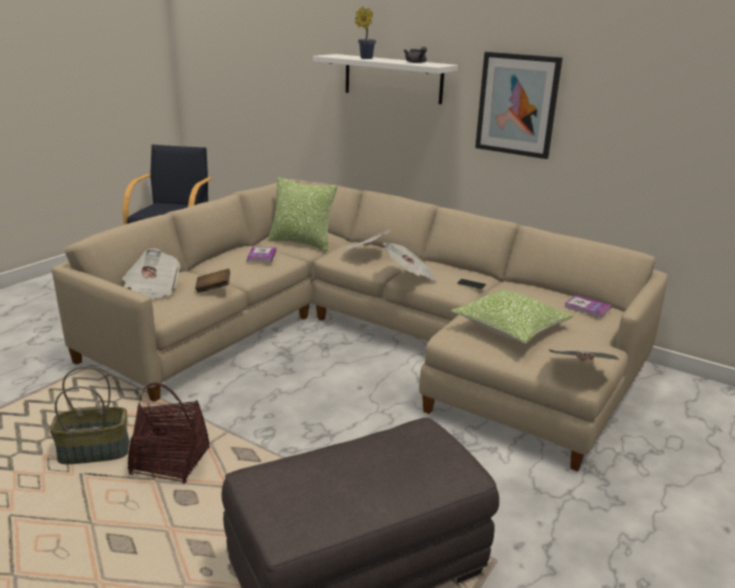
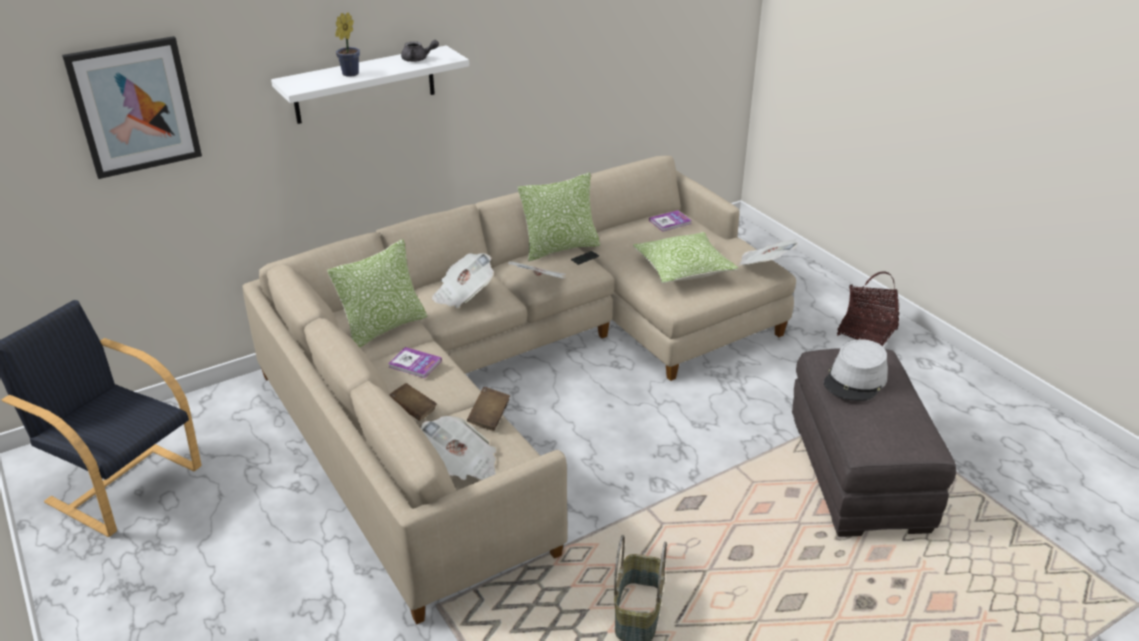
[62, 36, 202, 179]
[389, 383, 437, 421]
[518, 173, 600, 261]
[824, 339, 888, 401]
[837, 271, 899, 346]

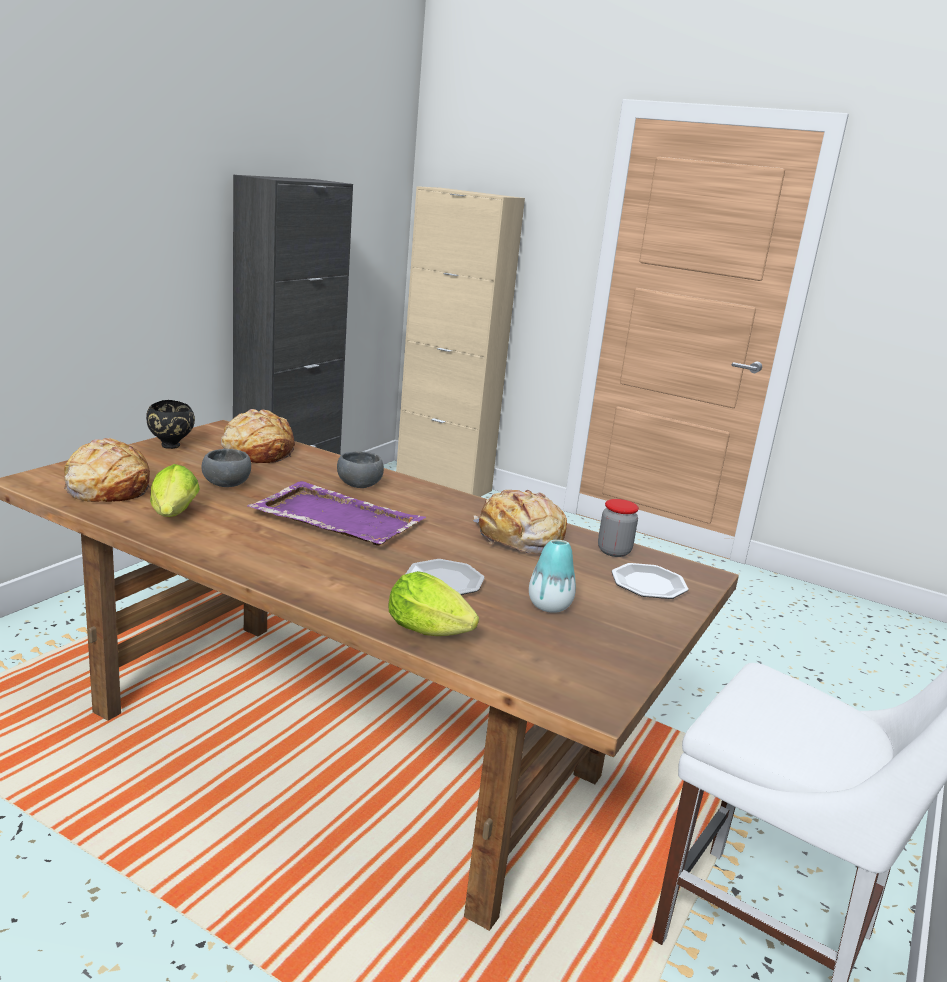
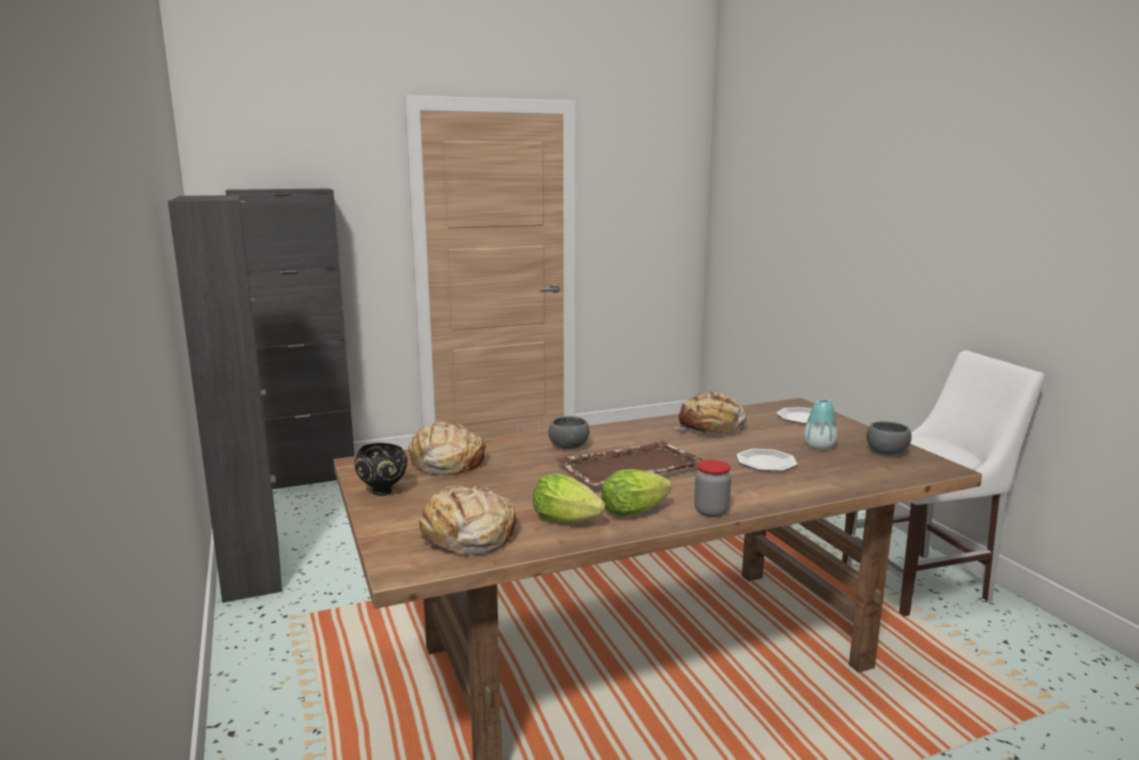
[226, 188, 355, 489]
[556, 441, 704, 486]
[602, 469, 672, 516]
[694, 460, 731, 517]
[866, 421, 912, 455]

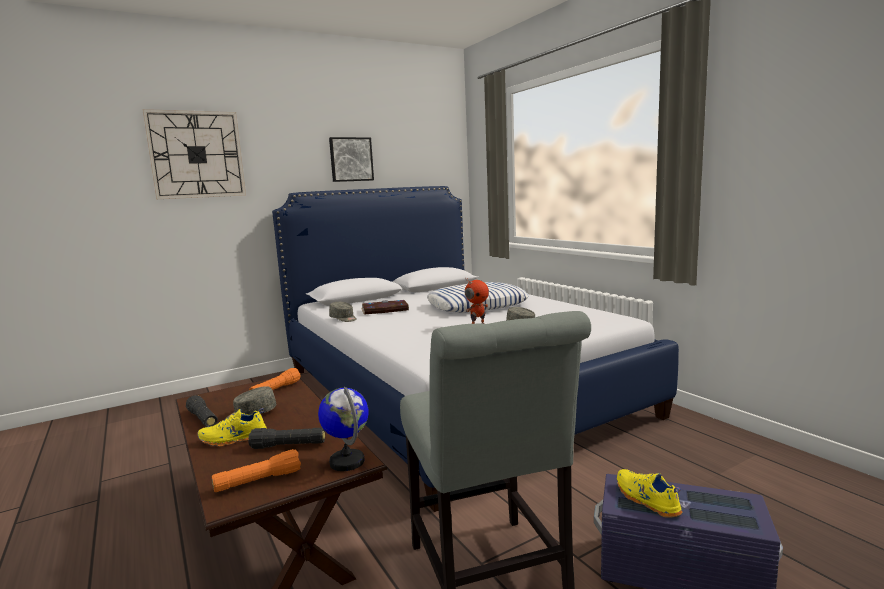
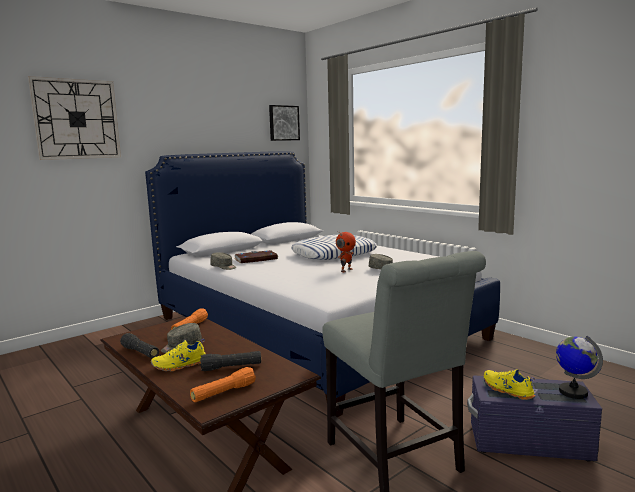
[269, 105, 300, 141]
[556, 336, 603, 399]

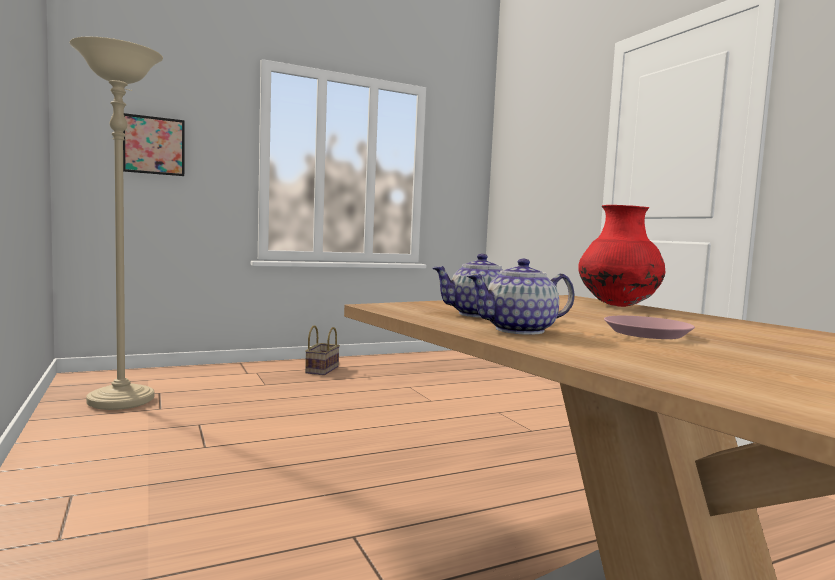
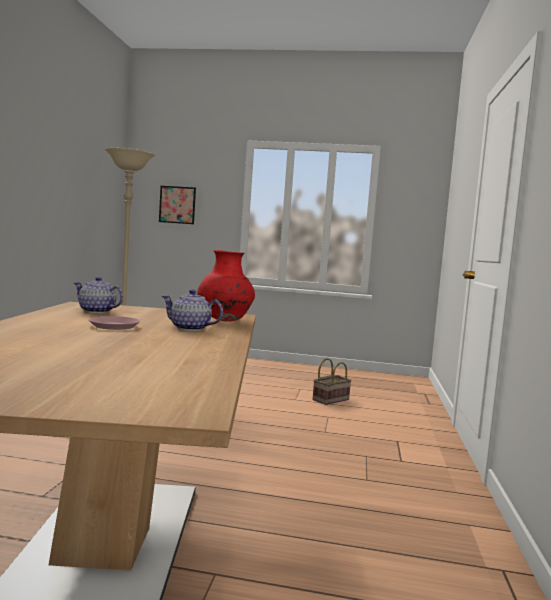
[162, 289, 223, 331]
[312, 358, 351, 405]

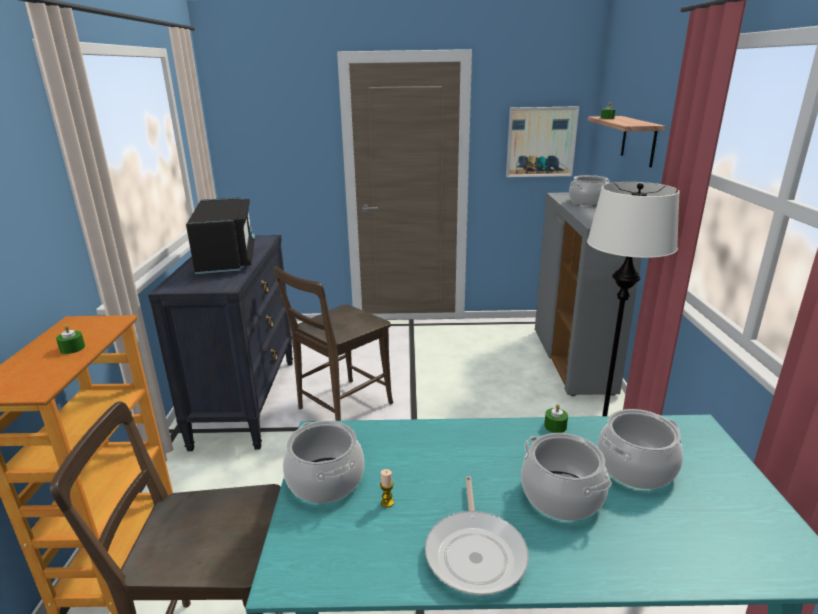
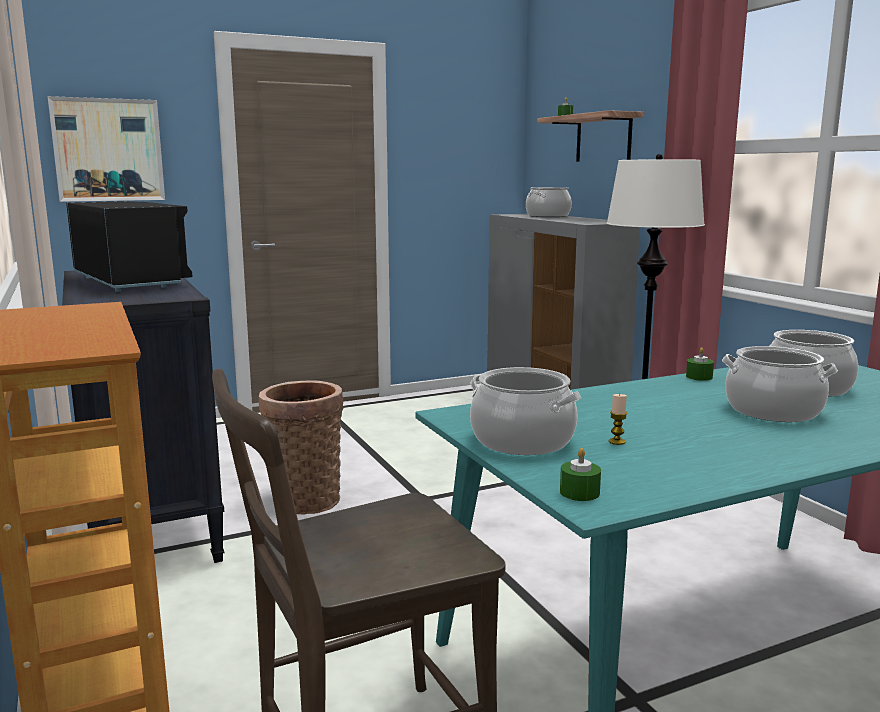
[48, 96, 165, 202]
[259, 380, 343, 514]
[560, 448, 601, 501]
[425, 476, 529, 595] (first image)

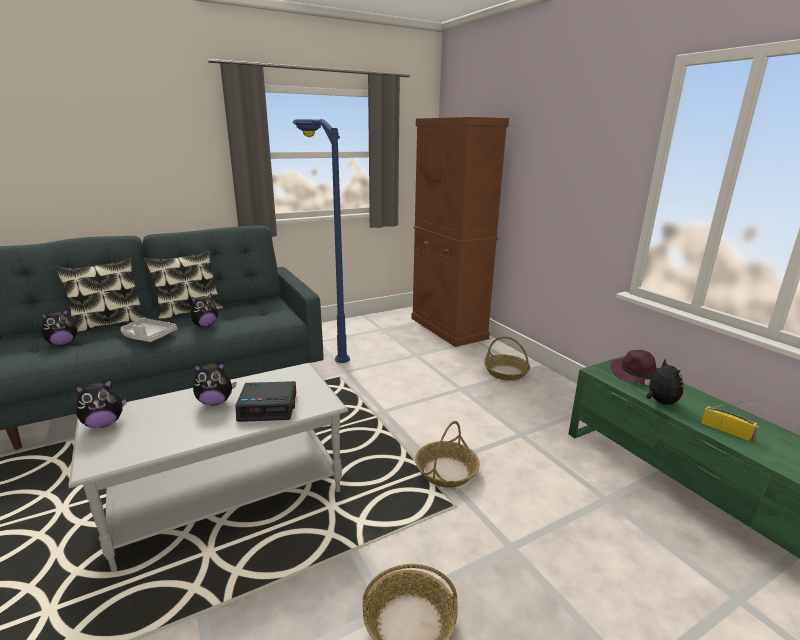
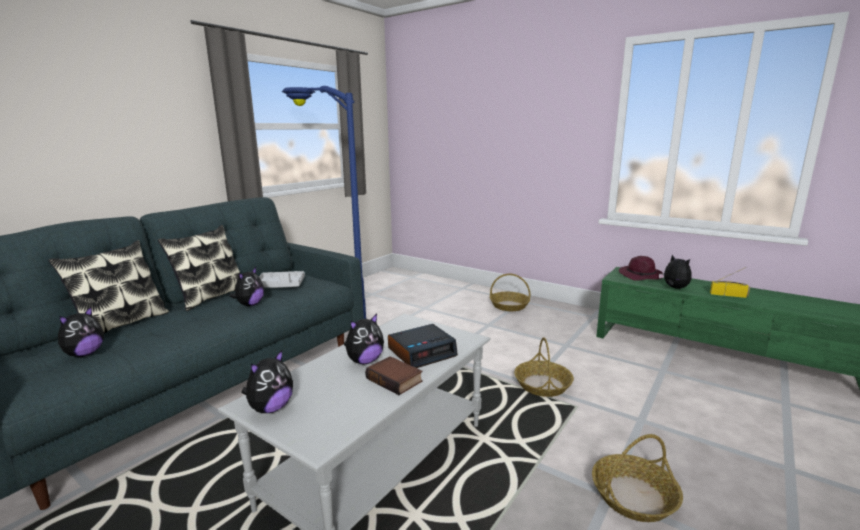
[259, 271, 305, 288]
[365, 356, 423, 395]
[411, 117, 509, 347] (first image)

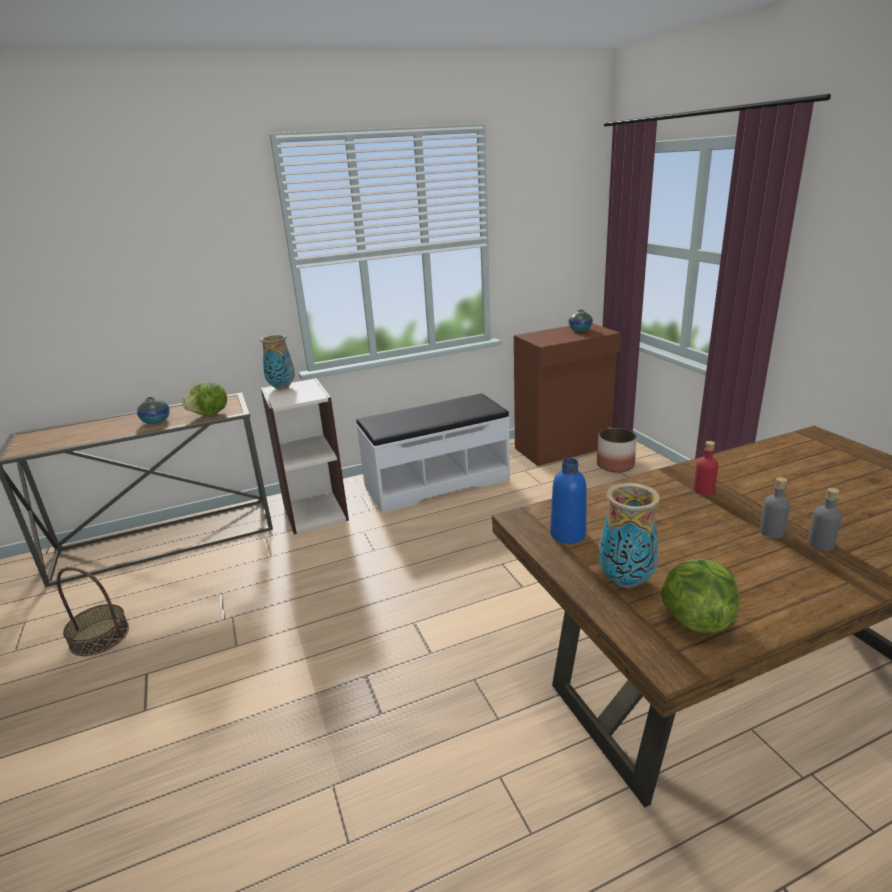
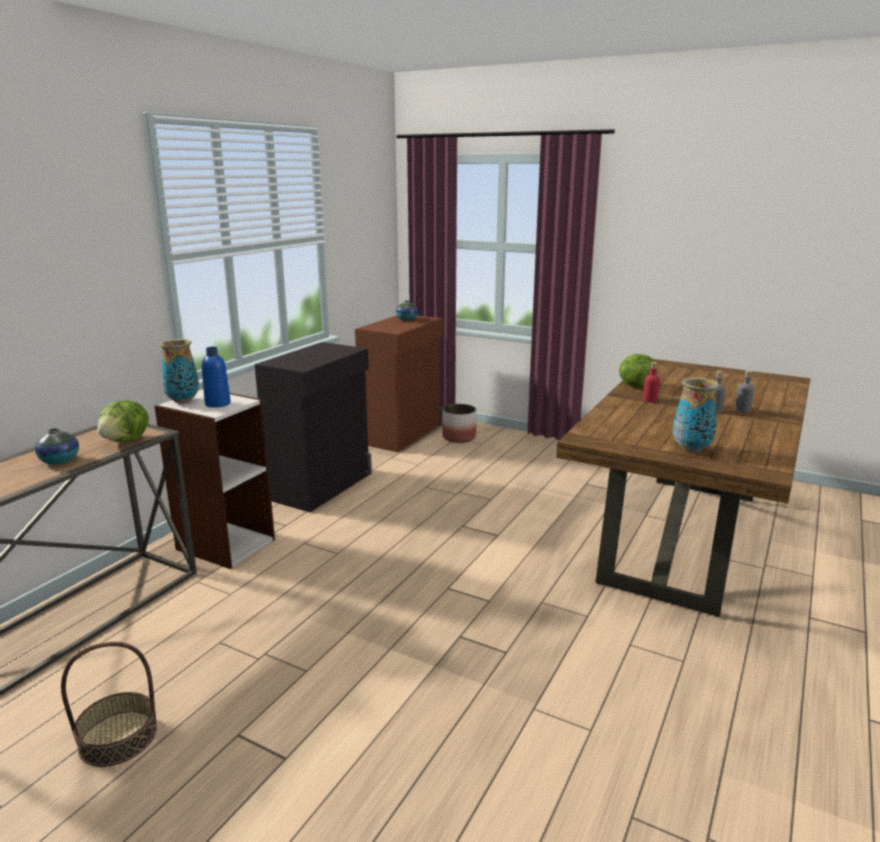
[202, 347, 231, 408]
[255, 342, 372, 512]
[619, 354, 657, 387]

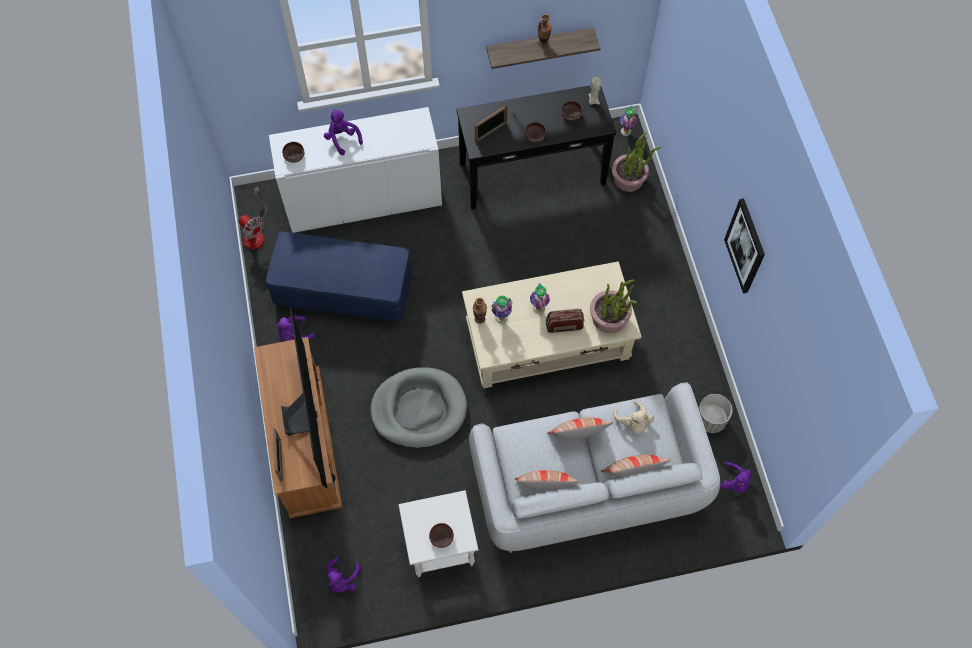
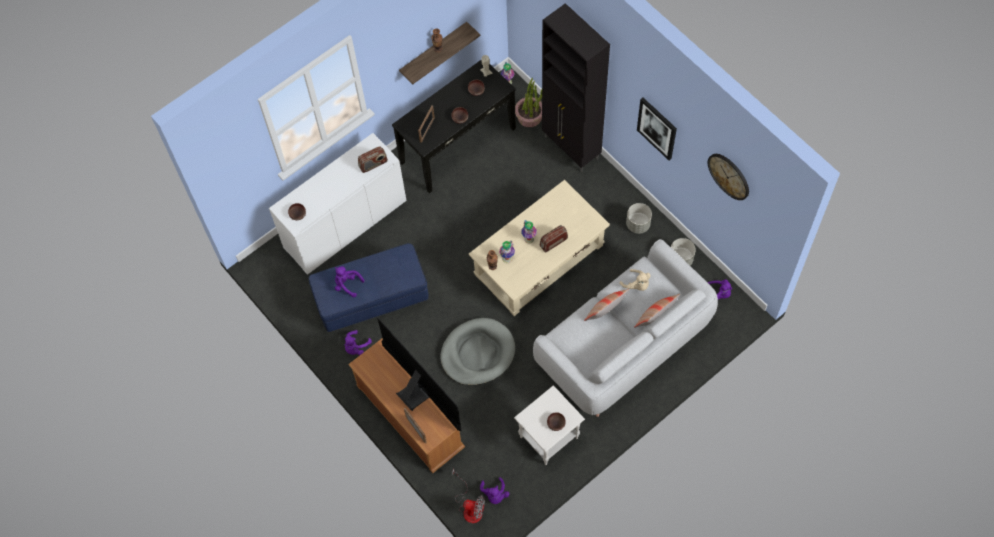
[335, 266, 365, 297]
[358, 146, 388, 173]
[452, 468, 485, 523]
[542, 3, 610, 172]
[626, 203, 652, 234]
[708, 154, 749, 200]
[515, 470, 579, 490] (first image)
[590, 279, 637, 333] (first image)

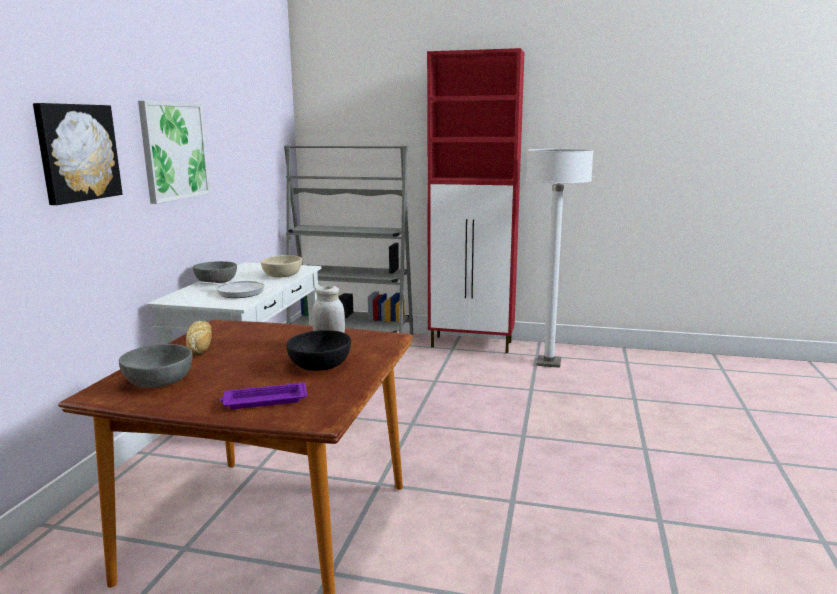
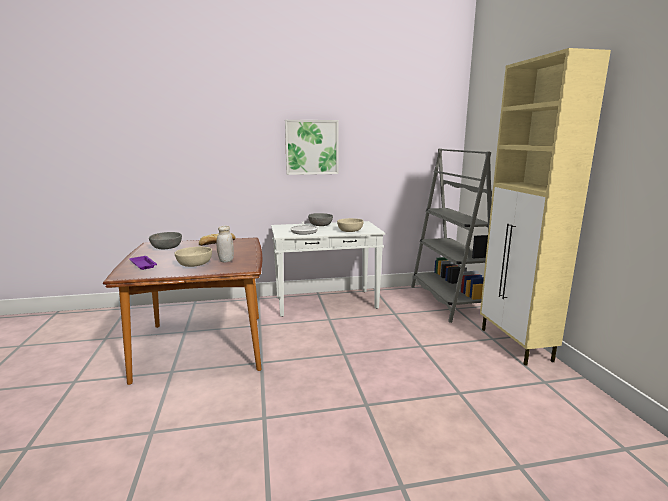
[175, 247, 212, 267]
[480, 48, 611, 366]
[33, 103, 123, 205] (first image)
[526, 149, 594, 368] (first image)

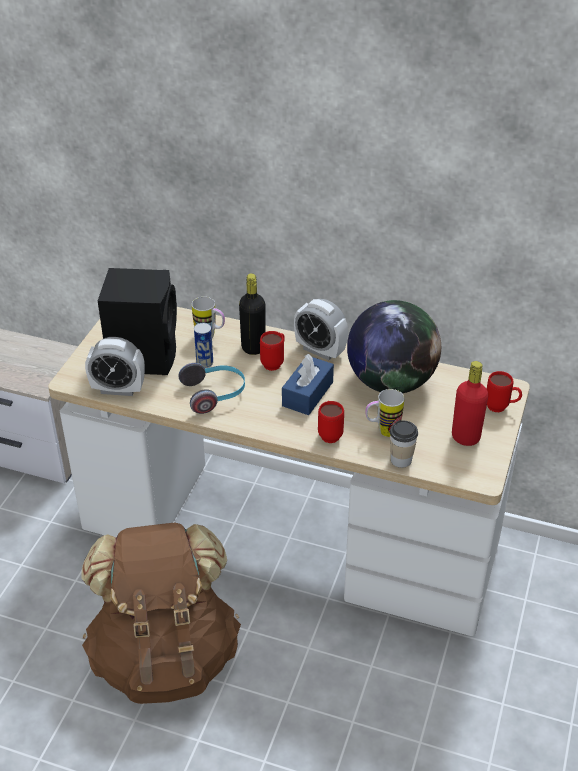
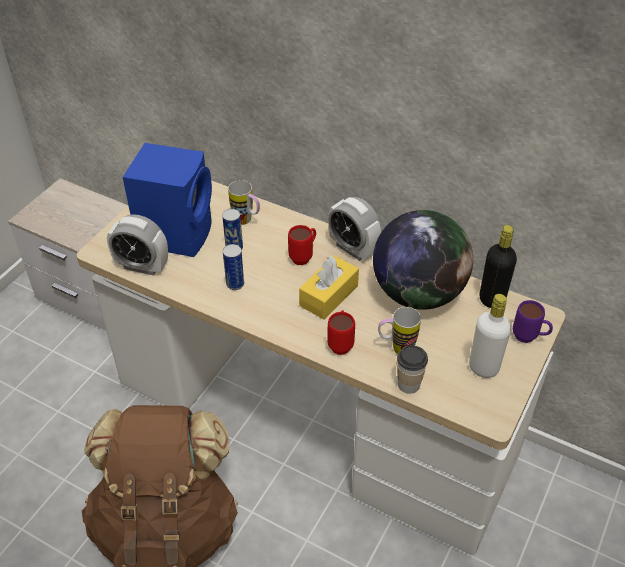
[123, 143, 212, 257]
[223, 244, 244, 290]
[299, 256, 359, 320]
[469, 294, 511, 378]
[480, 225, 517, 308]
[513, 300, 553, 343]

